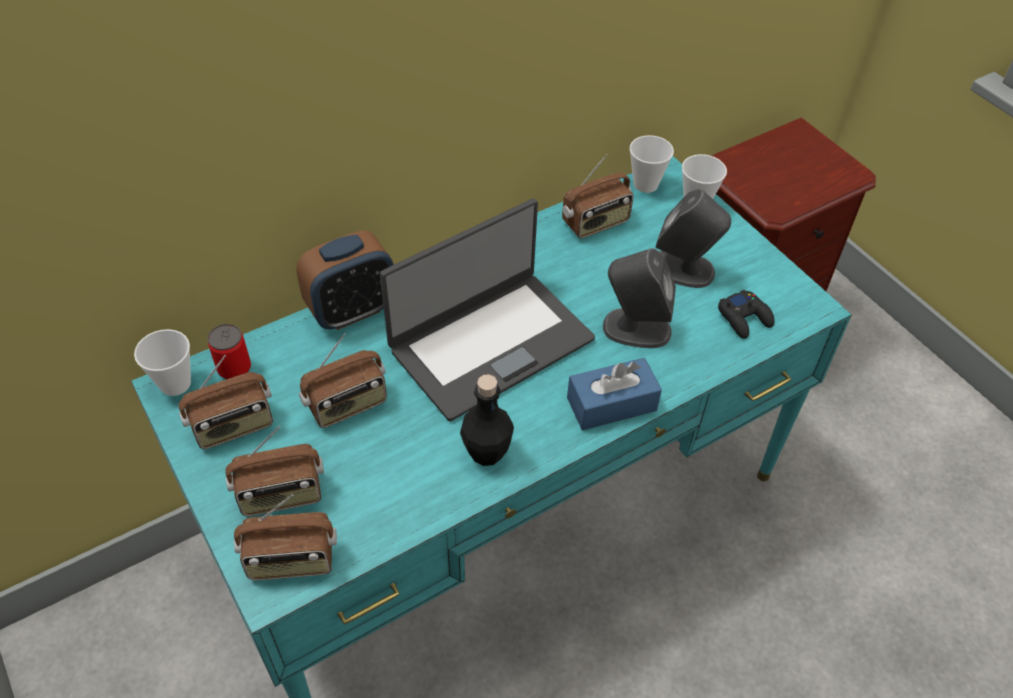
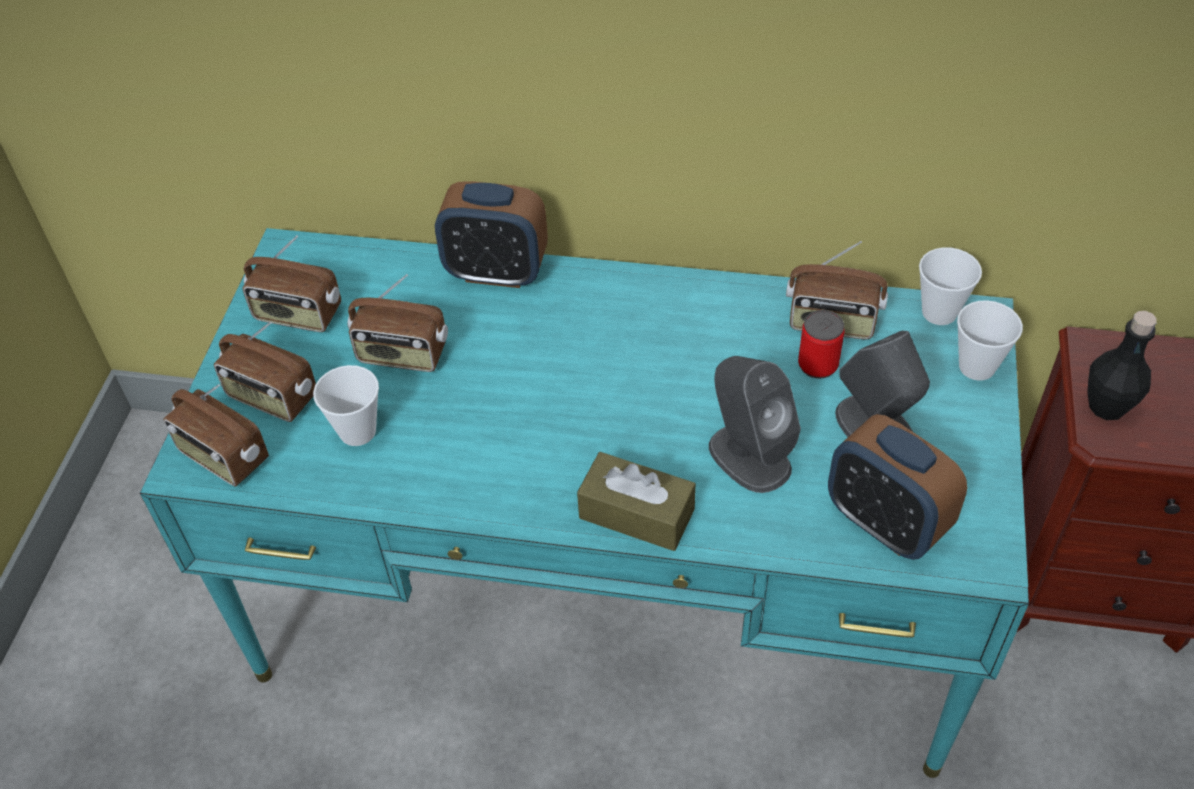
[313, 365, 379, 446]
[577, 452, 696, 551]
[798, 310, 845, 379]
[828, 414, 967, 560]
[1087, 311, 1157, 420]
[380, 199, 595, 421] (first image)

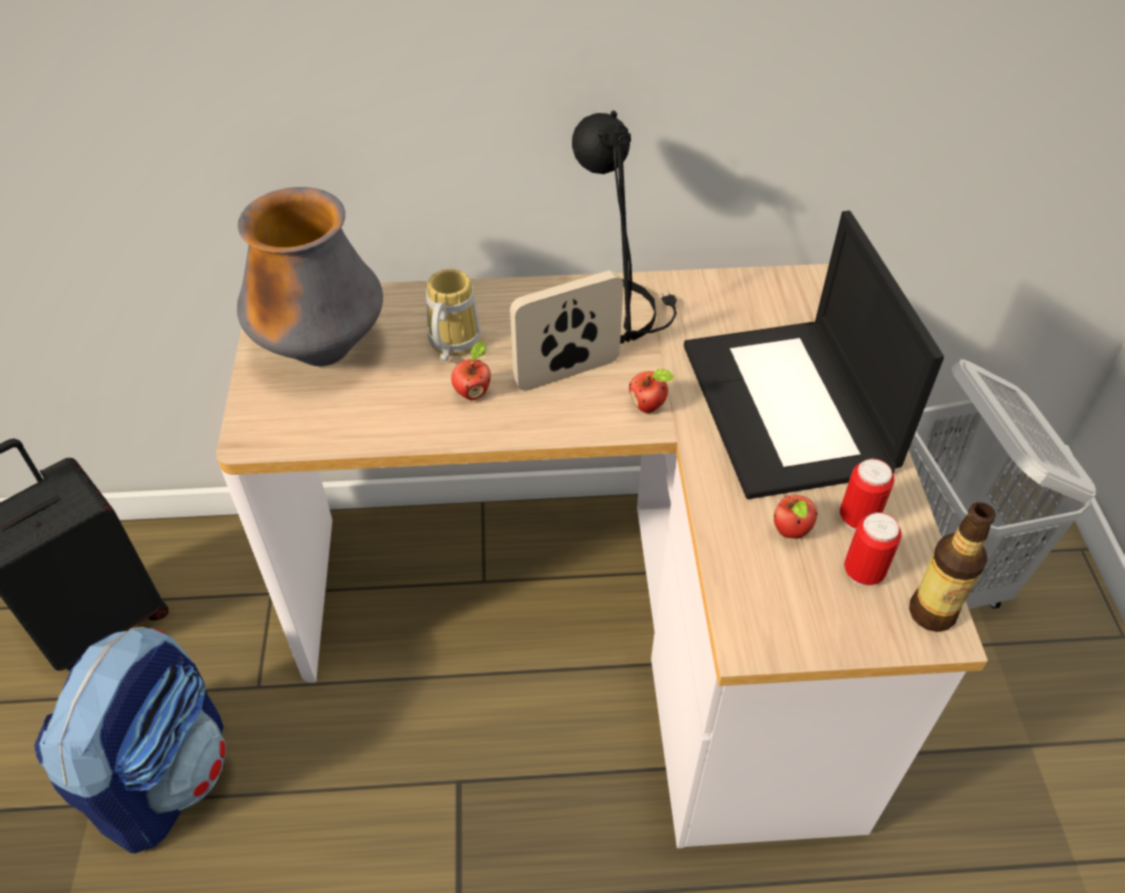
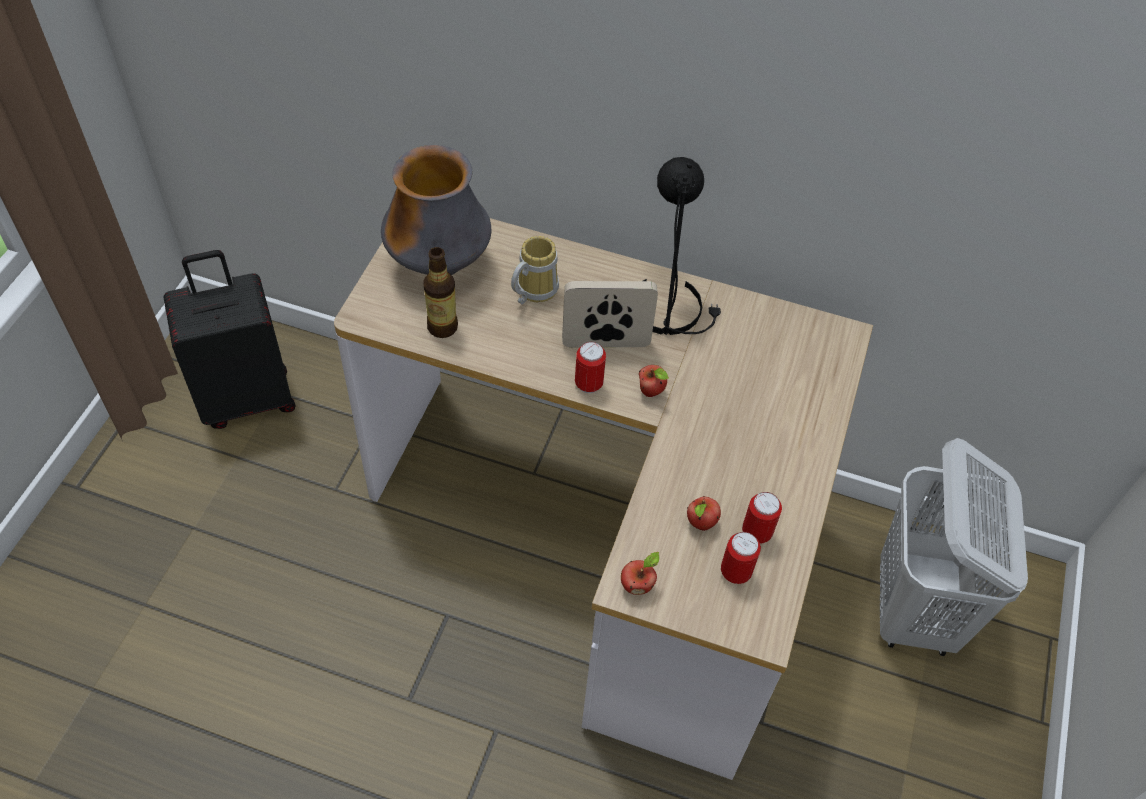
[423, 247, 458, 338]
[575, 342, 606, 393]
[621, 552, 659, 595]
[34, 627, 226, 854] (first image)
[684, 211, 944, 499] (first image)

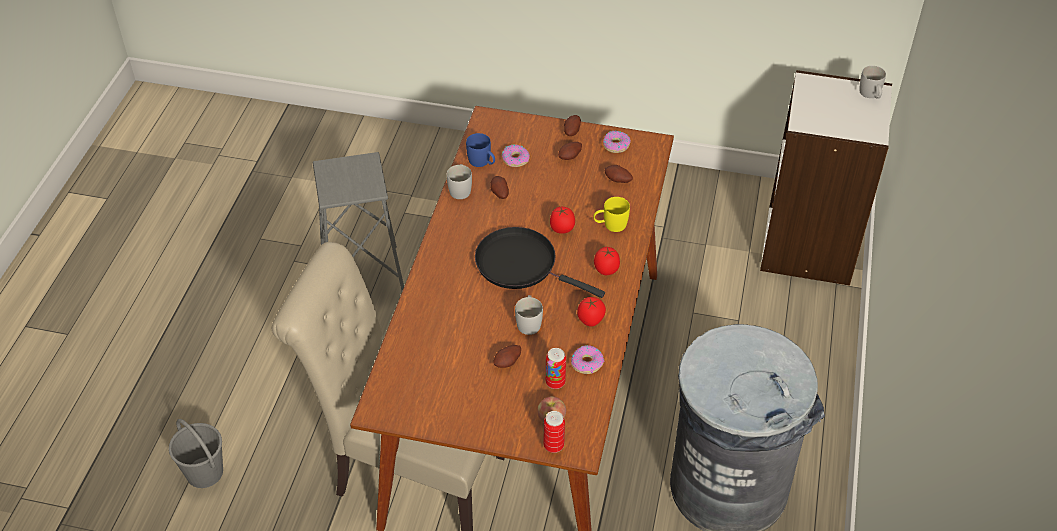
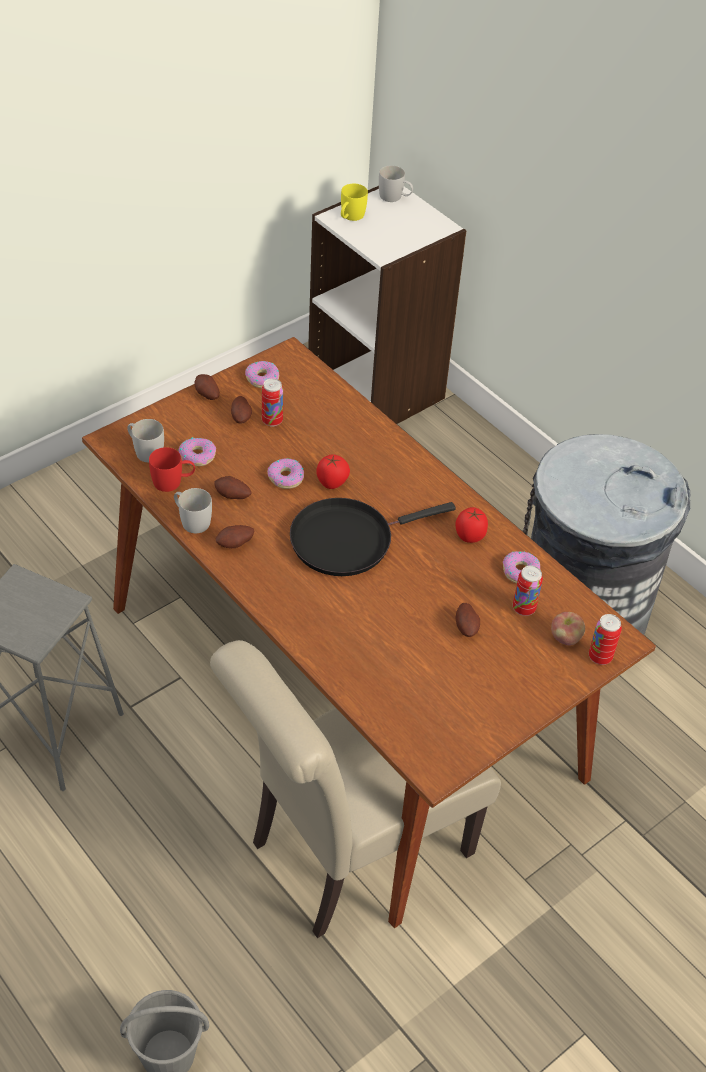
[127, 419, 164, 462]
[149, 447, 195, 492]
[216, 525, 255, 548]
[262, 378, 283, 426]
[267, 458, 304, 489]
[341, 184, 368, 221]
[594, 247, 620, 275] (first image)

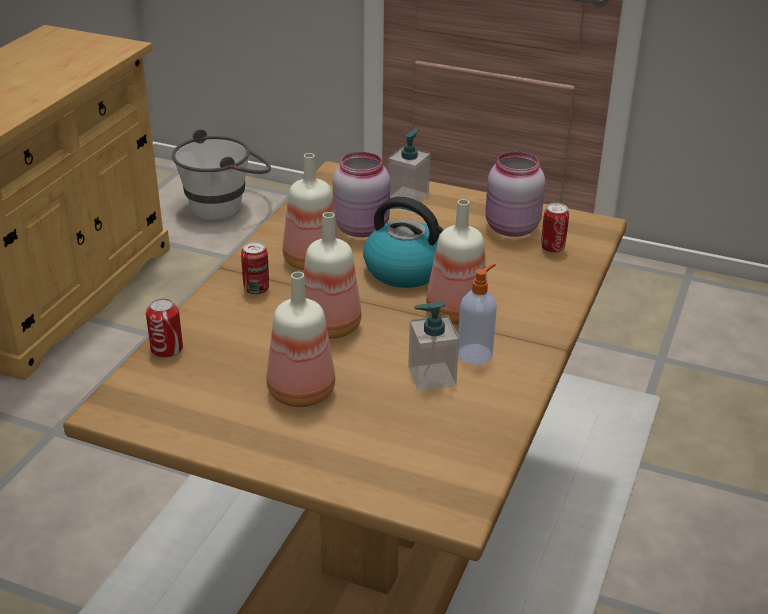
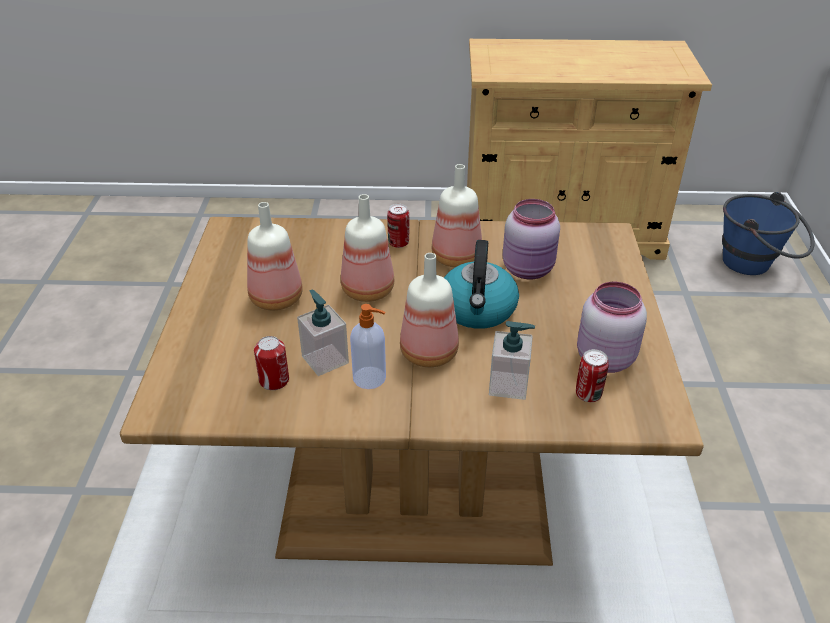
[254, 336, 289, 390]
[489, 321, 535, 400]
[722, 192, 815, 275]

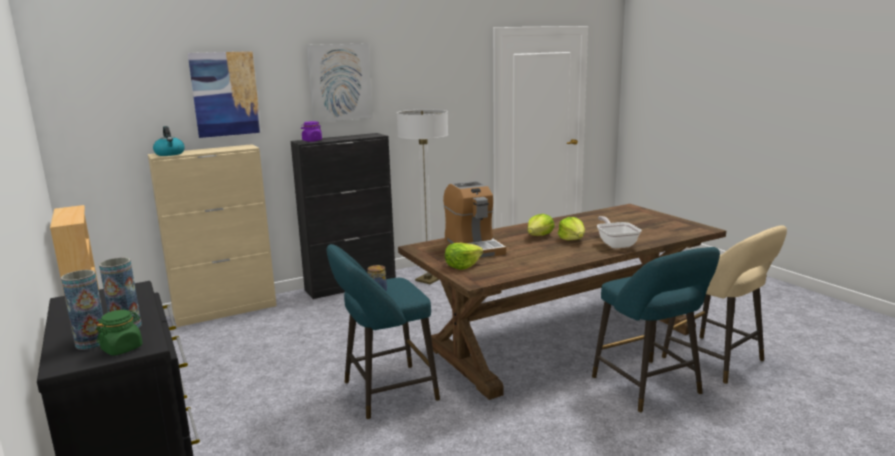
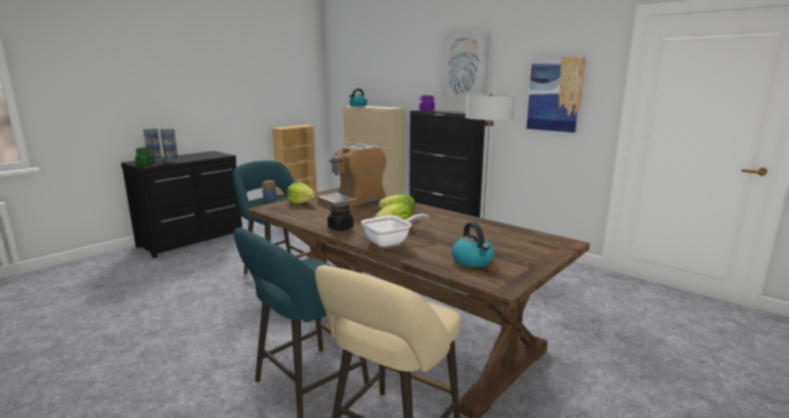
[327, 202, 354, 231]
[452, 222, 494, 267]
[526, 57, 586, 133]

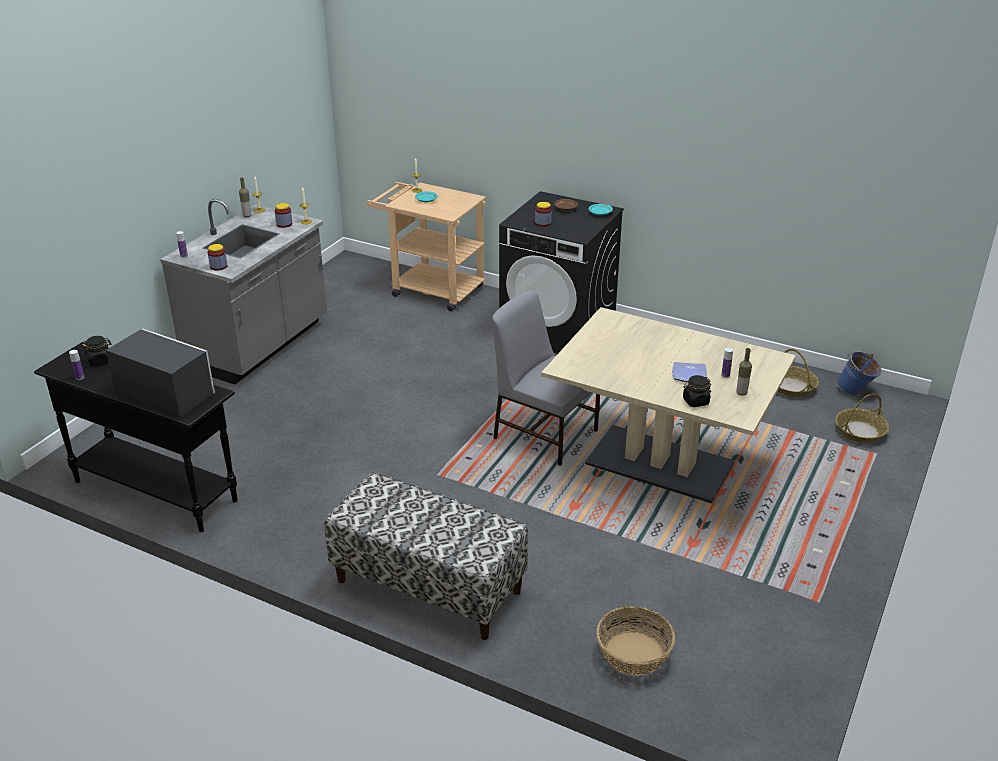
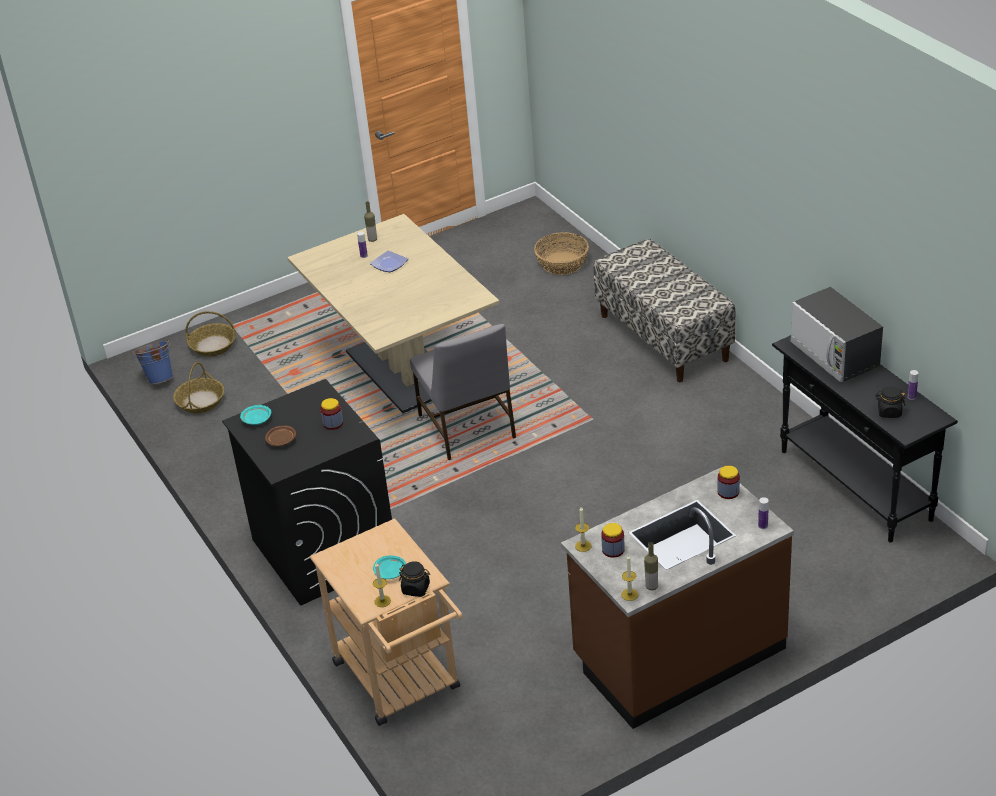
[399, 561, 430, 597]
[561, 467, 794, 729]

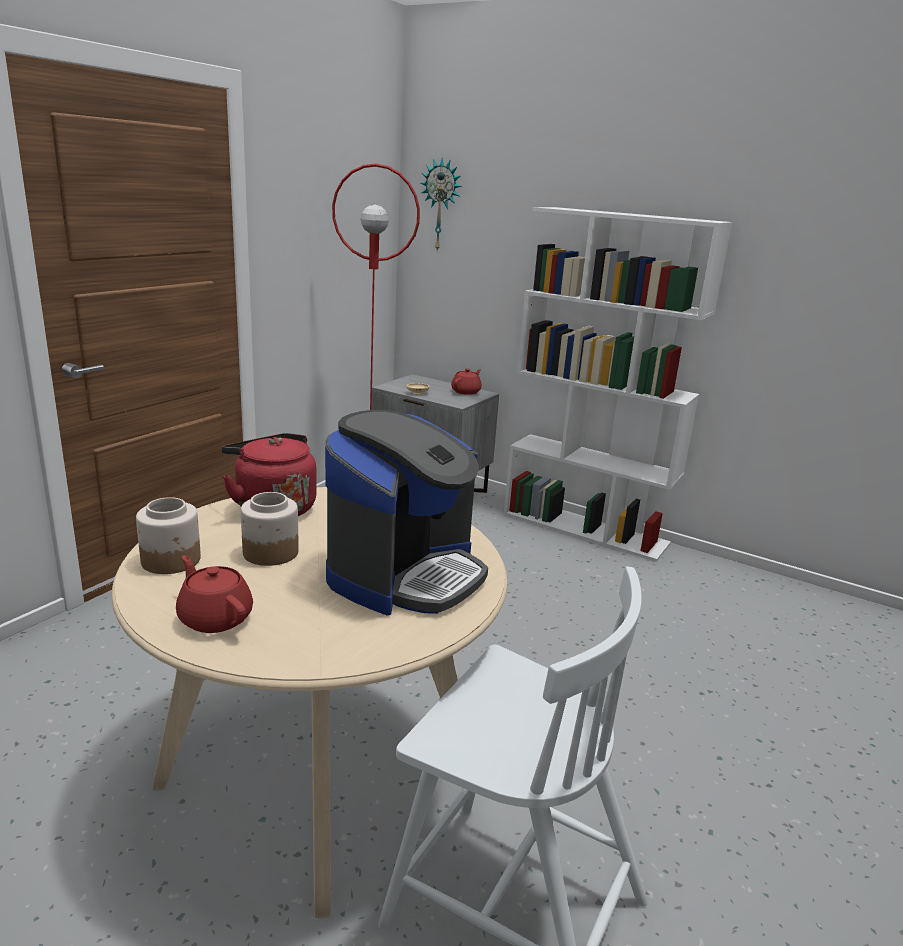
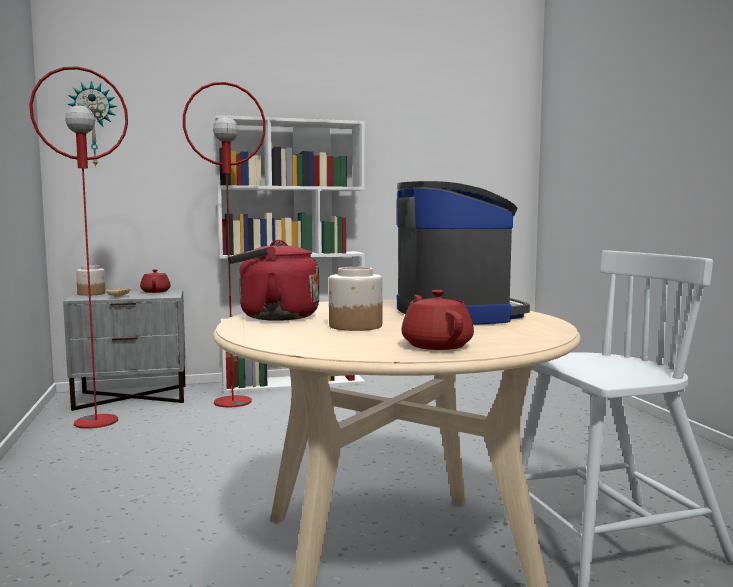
[76, 265, 106, 296]
[183, 82, 266, 408]
[401, 290, 474, 350]

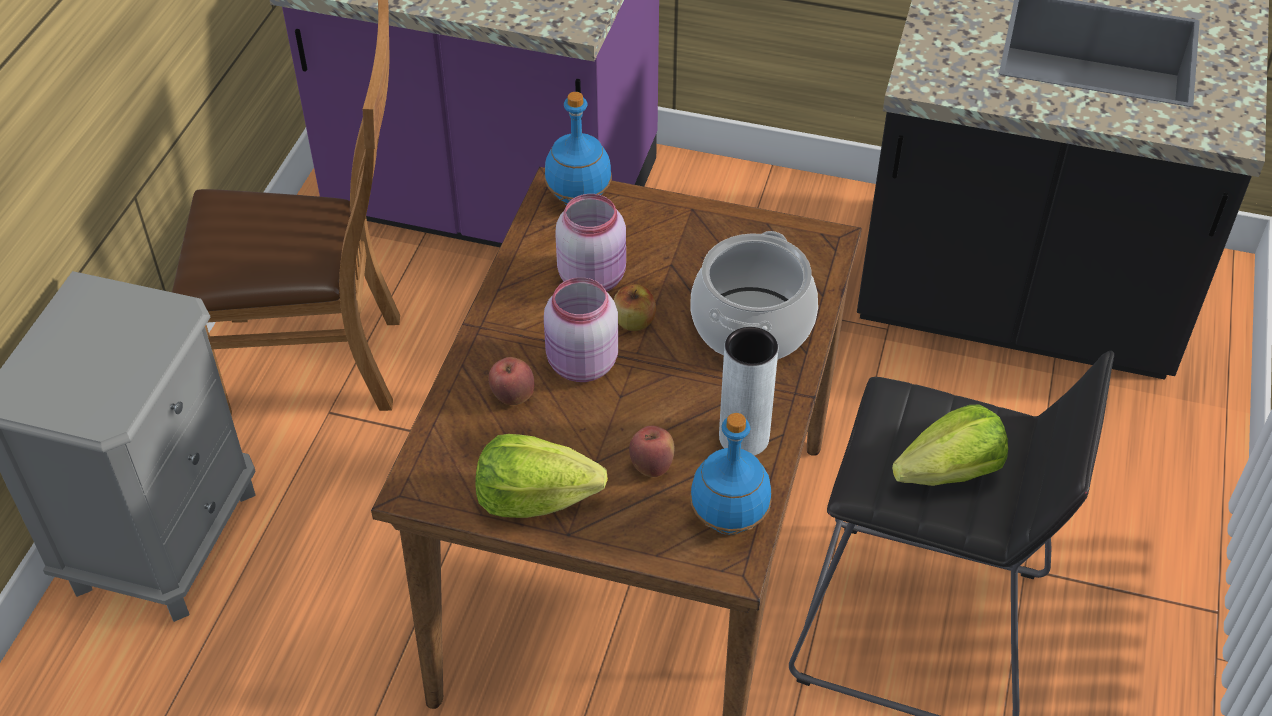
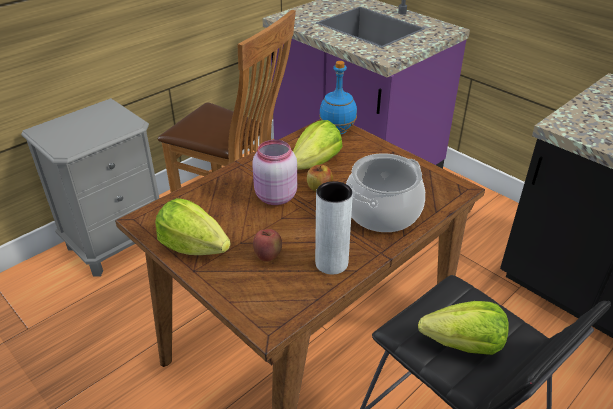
[293, 120, 343, 170]
[488, 357, 534, 405] (first image)
[690, 413, 772, 535] (first image)

